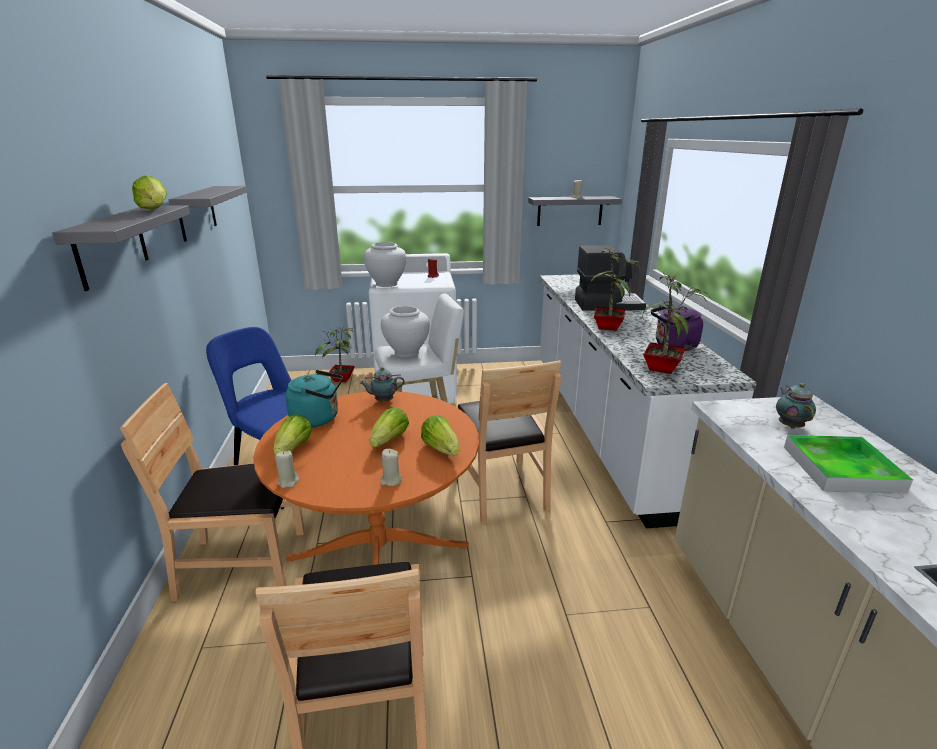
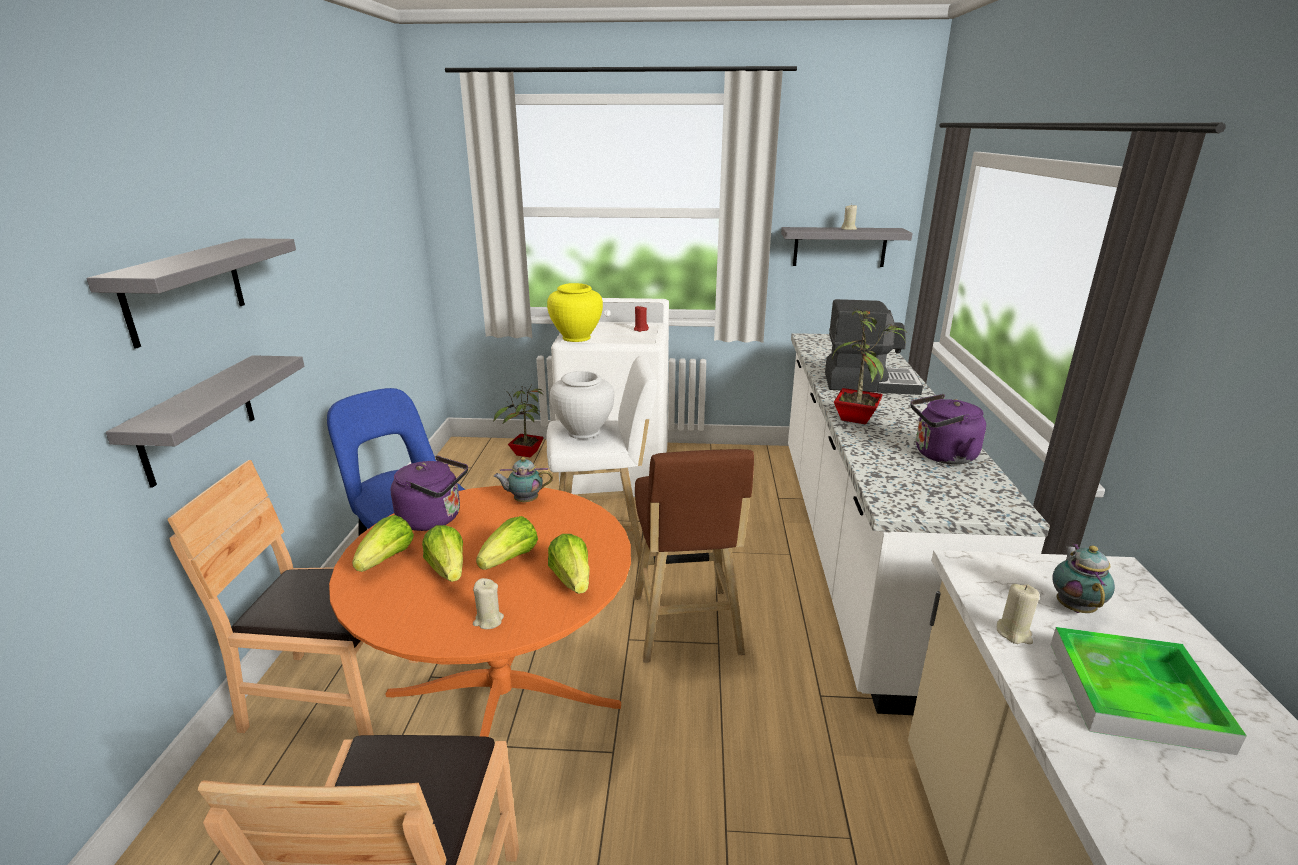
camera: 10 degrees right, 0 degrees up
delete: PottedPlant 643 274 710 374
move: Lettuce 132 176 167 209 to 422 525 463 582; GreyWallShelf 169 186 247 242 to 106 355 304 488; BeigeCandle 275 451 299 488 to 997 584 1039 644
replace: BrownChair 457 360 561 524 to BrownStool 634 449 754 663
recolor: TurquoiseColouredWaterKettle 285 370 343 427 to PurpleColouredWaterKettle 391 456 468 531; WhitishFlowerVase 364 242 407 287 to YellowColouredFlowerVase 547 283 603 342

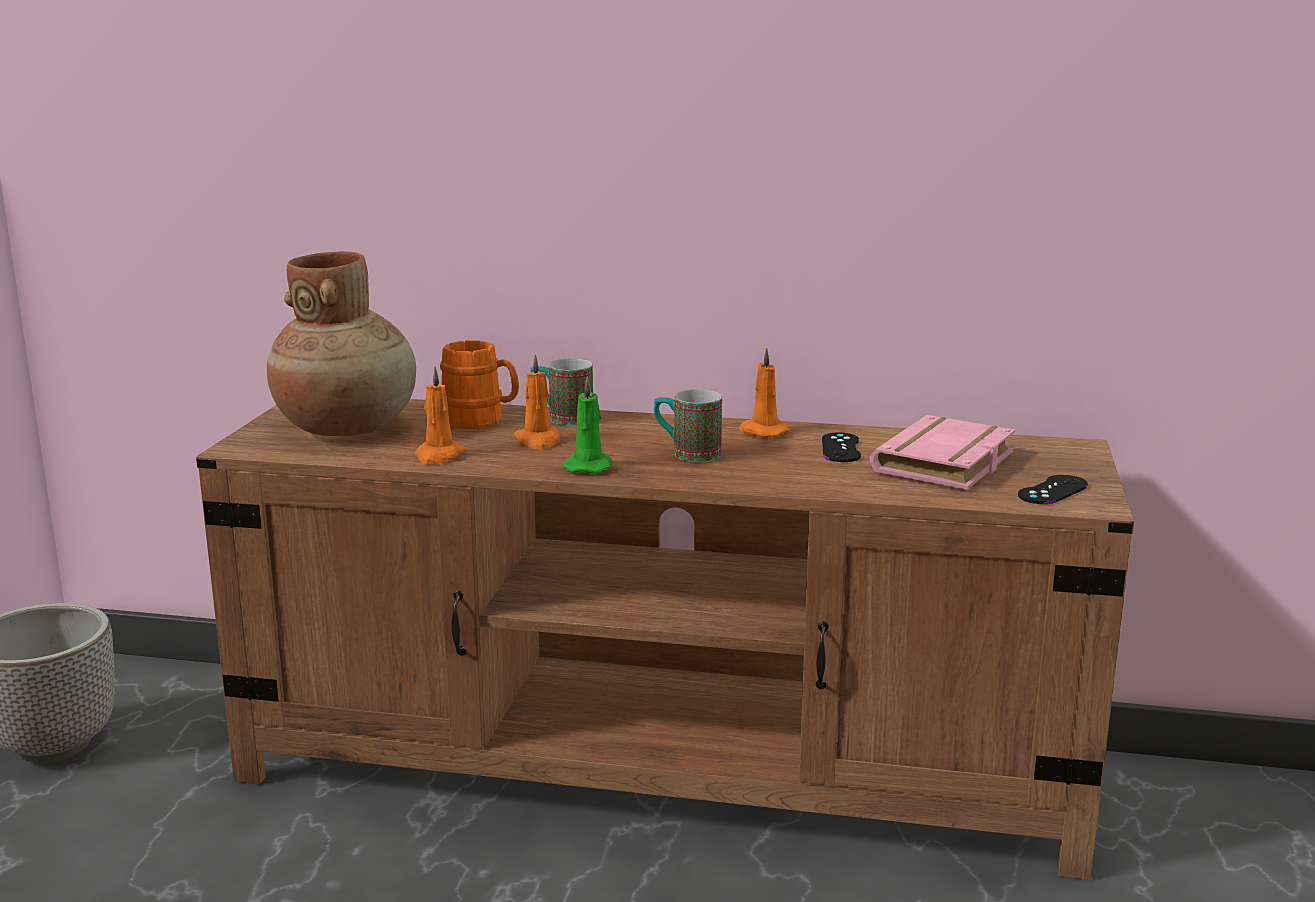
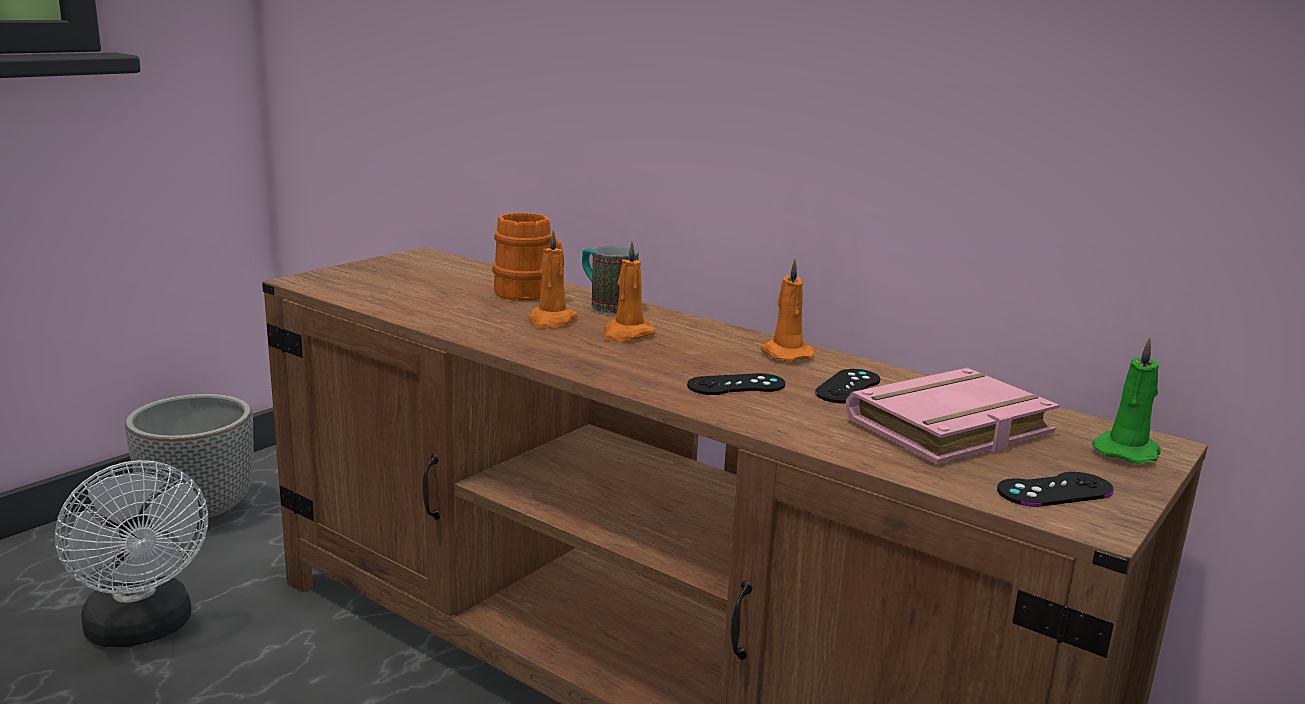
camera: 25 degrees right, 0 degrees up
delete: BrownFlowerVase 267 251 416 436; Mug 654 389 722 462
insert: WhitishElectricFan 55 460 208 647; BlackColouredGamepad 687 373 785 395
move: OrangeCandle 415 367 465 465 to 603 241 656 342; GreenishCandle 563 377 612 473 to 1092 338 1161 464

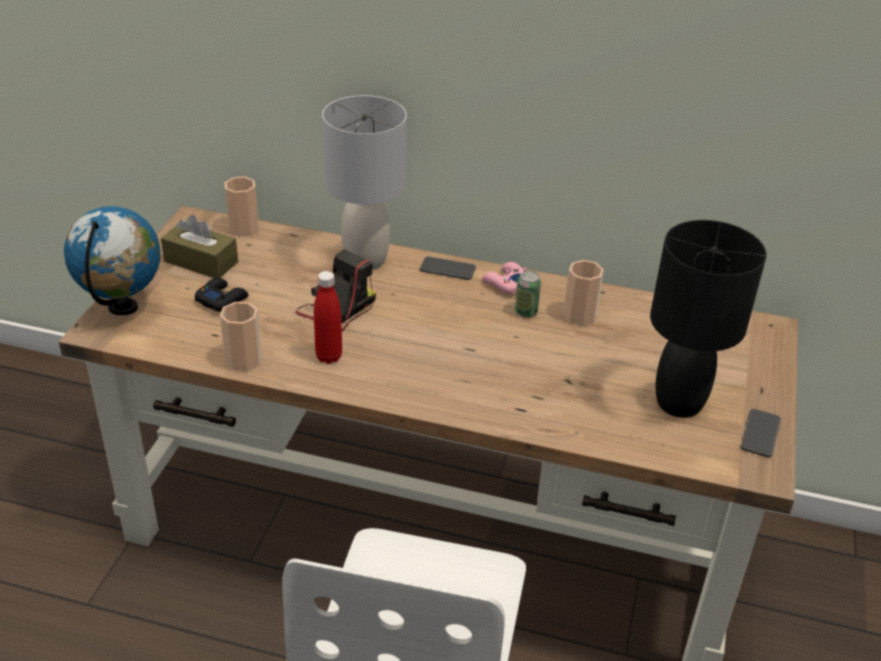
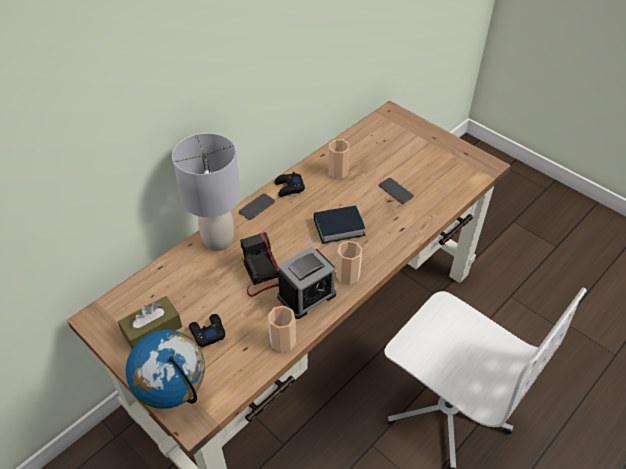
camera: 60 degrees left, 10 degrees up
delete: SealedCan 515 271 541 318; BlackColouredLampForATable 650 220 766 418
insert: BoundBook 314 205 366 243
move: Cup 225 177 259 237 to 336 241 362 285; Phone 741 409 781 457 to 379 178 414 203
replace: RedColouredDrinkBottle 314 271 342 364 to AlarmClock 277 246 336 319
recolor: PinkColouredGamepad 482 262 527 294 to BlackColouredGamepad 274 172 305 197

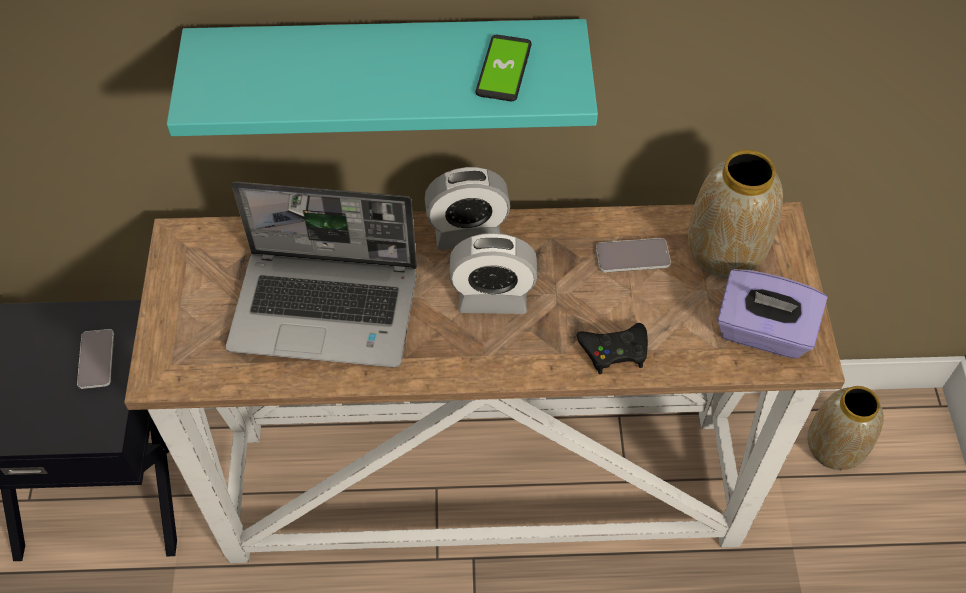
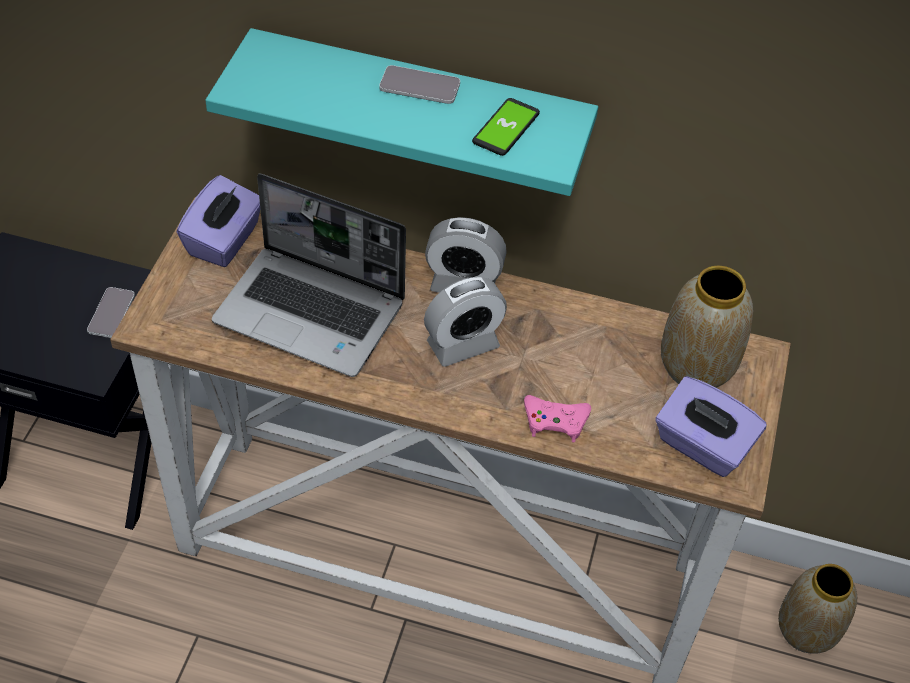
camera: 15 degrees right, 5 degrees down
insert: PurpleColouredTissueBox 177 175 260 267
move: Phone 596 238 671 272 to 379 65 460 104
recolor: BlackColouredGamepad 576 323 648 374 to PinkColouredGamepad 524 395 591 442
rotate: AlarmClock 449 233 537 314 = 424 277 507 367 45 degrees counterclockwise

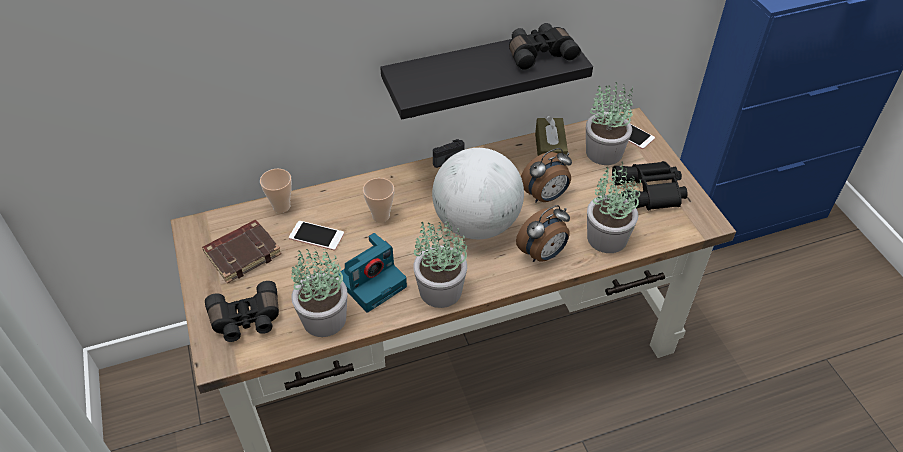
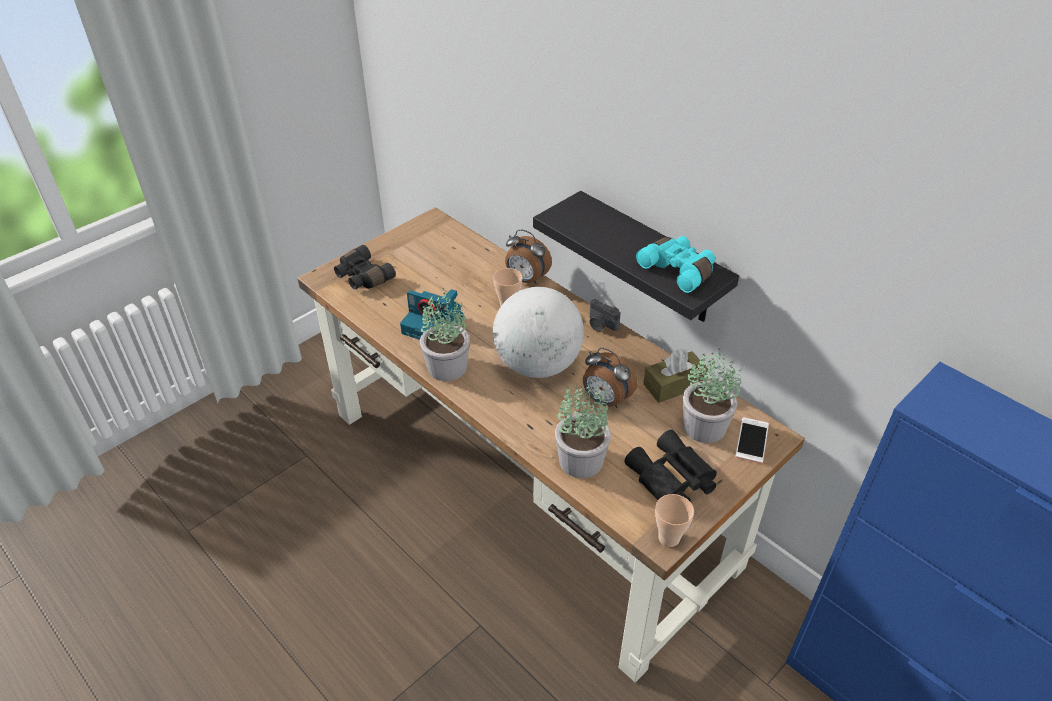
camera: 65 degrees right, 5 degrees down
delete: BrownBoundBook 202 220 281 283; Phone 289 221 344 251; PottedPlant 291 248 347 337
move: Cup 260 169 292 213 to 655 494 694 547; AlarmClock 516 205 570 262 to 505 229 552 284
recolor: BlackColouredPairOfBinoculars 509 23 581 71 to TurquoiseColouredPairOfBinoculars 636 236 715 293

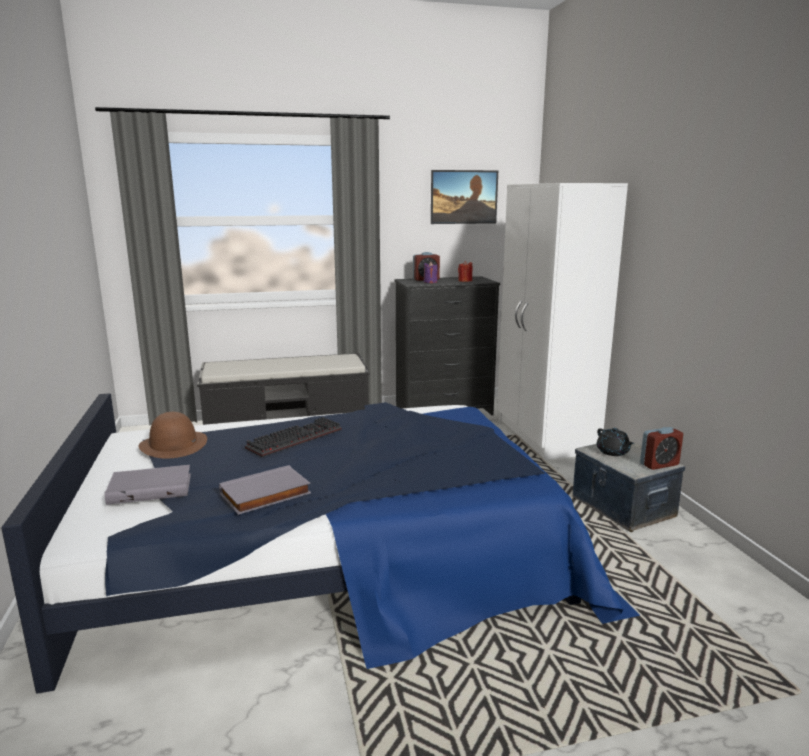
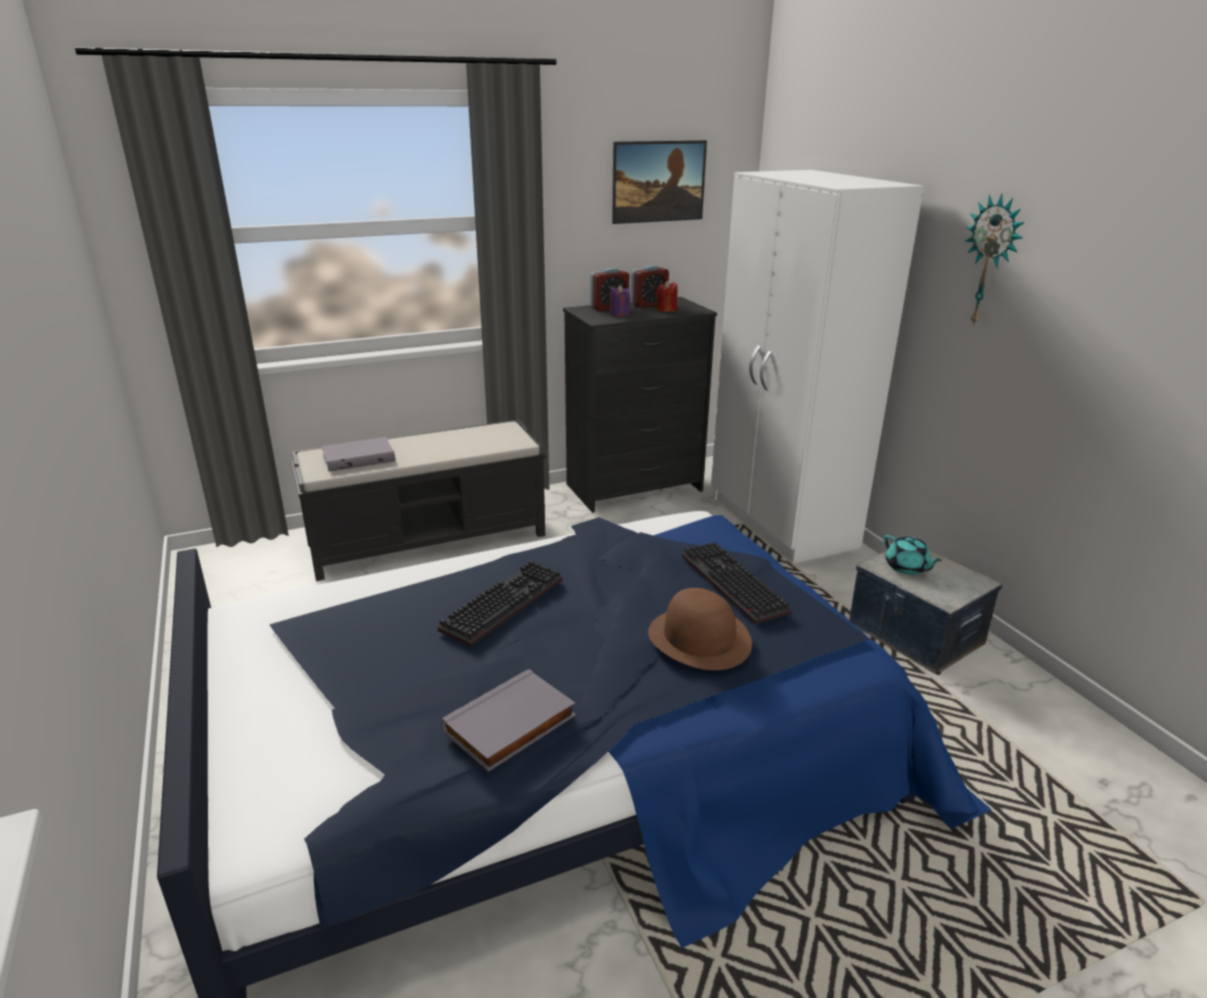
camera: 10 degrees left, 10 degrees up
insert: Keyboard 682 542 791 624; ClockOnTheWall 965 194 1025 327
move: GreyBoundBook 104 465 191 505 to 321 437 395 472; BrownClothingHat 139 412 207 459 to 648 588 752 670; AlarmClock 640 427 683 470 to 631 265 669 308
recolor: BlackColouredTeaPot 597 428 634 456 to TurquoiseColouredTeaPot 883 535 942 575

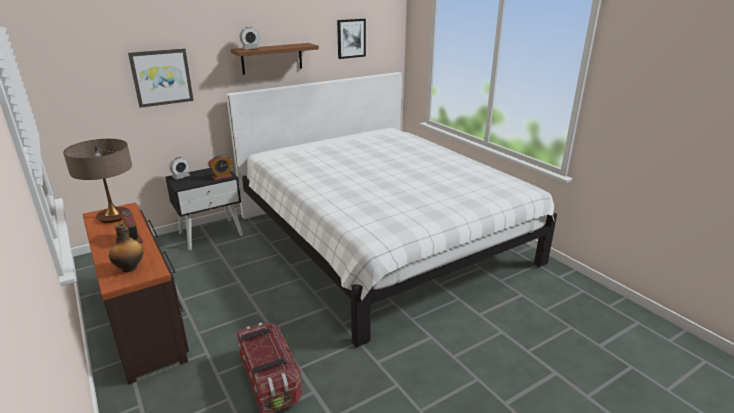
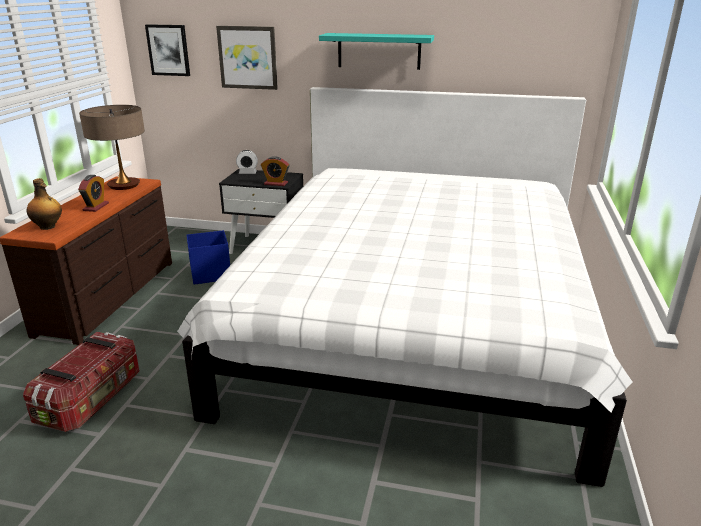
camera: 45 degrees right, 0 degrees up
delete: AlarmClock 240 27 259 49
insert: BluishStorageBin 187 230 230 285
move: WallArt 337 19 366 59 to 145 24 190 76
recolor: BrownWallShelf 231 43 319 75 to TurquoiseColouredWallShelf 319 33 434 70

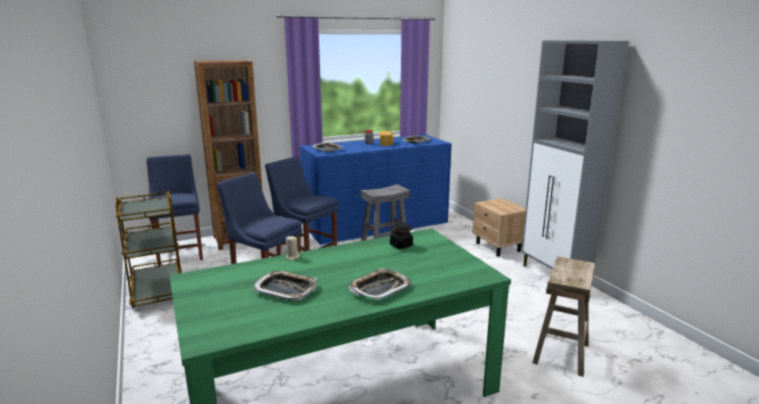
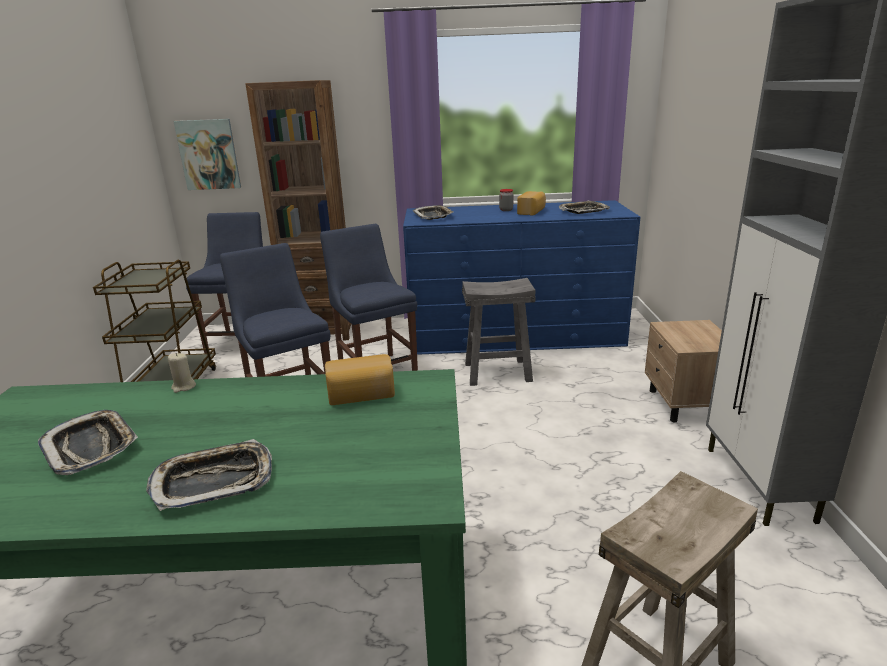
camera: 25 degrees right, 5 degrees up
insert: WallArt 173 119 241 190
replace: BlackColouredPreserveJar 390 222 413 249 to Bread 325 354 395 405

